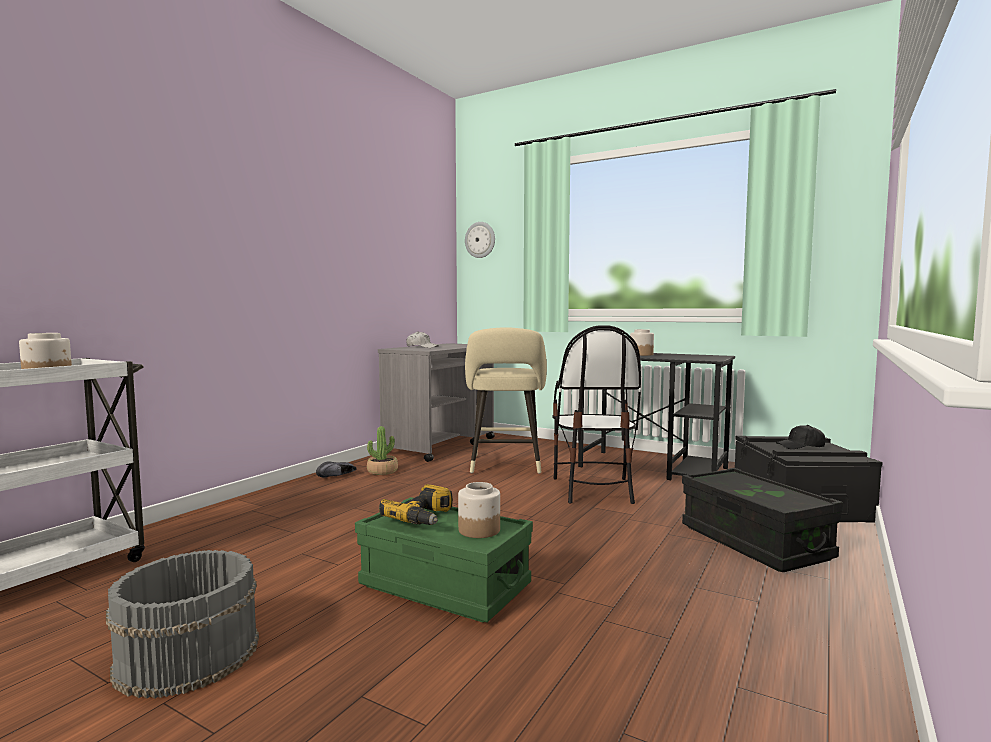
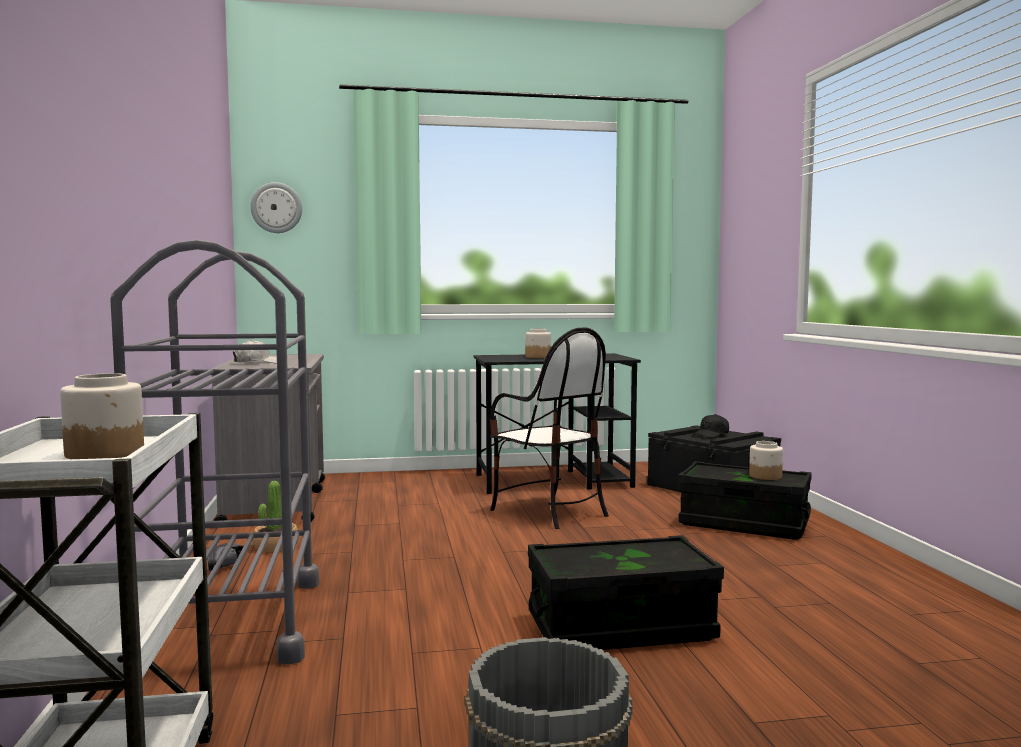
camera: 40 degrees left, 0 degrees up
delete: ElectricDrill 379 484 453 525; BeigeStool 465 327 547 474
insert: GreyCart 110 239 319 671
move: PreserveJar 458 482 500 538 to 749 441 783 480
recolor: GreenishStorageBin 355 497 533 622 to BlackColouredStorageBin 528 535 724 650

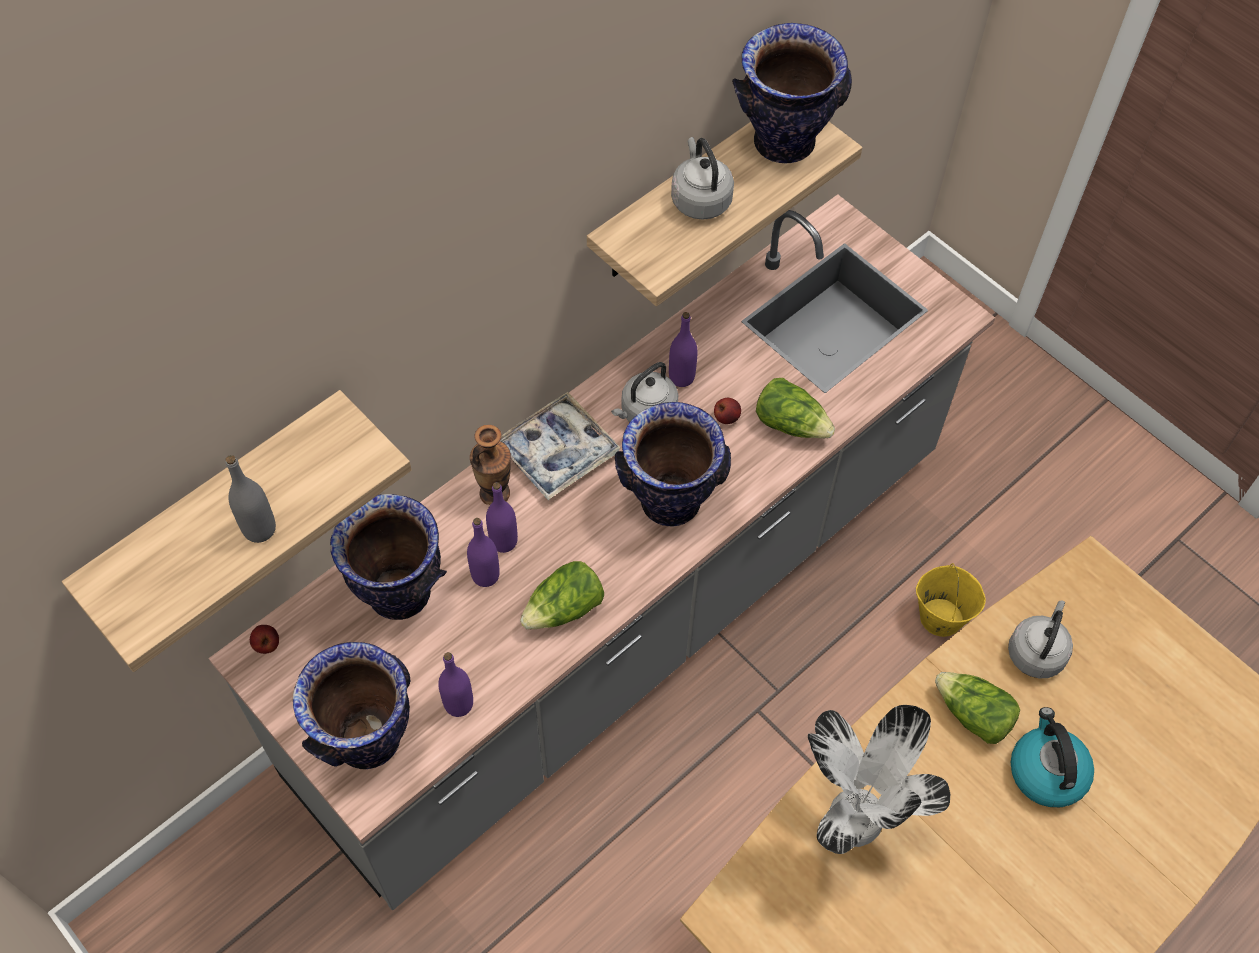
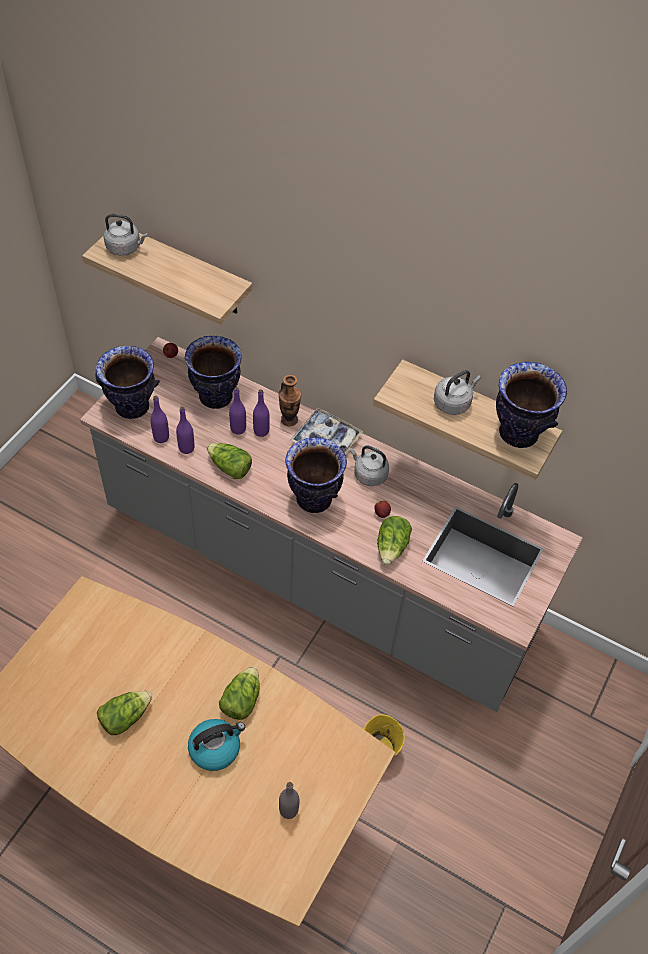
camera: 70 degrees right, 5 degrees down
delete: PottedPlant 808 705 950 854
insert: Lettuce 97 691 152 735
move: GreyDrinkBottle 226 455 276 543 to 279 782 299 819; PurpleColouredDrinkBottle 669 312 697 387 to 176 407 194 454; GreyWaterKettle 1008 600 1073 679 to 104 214 147 256

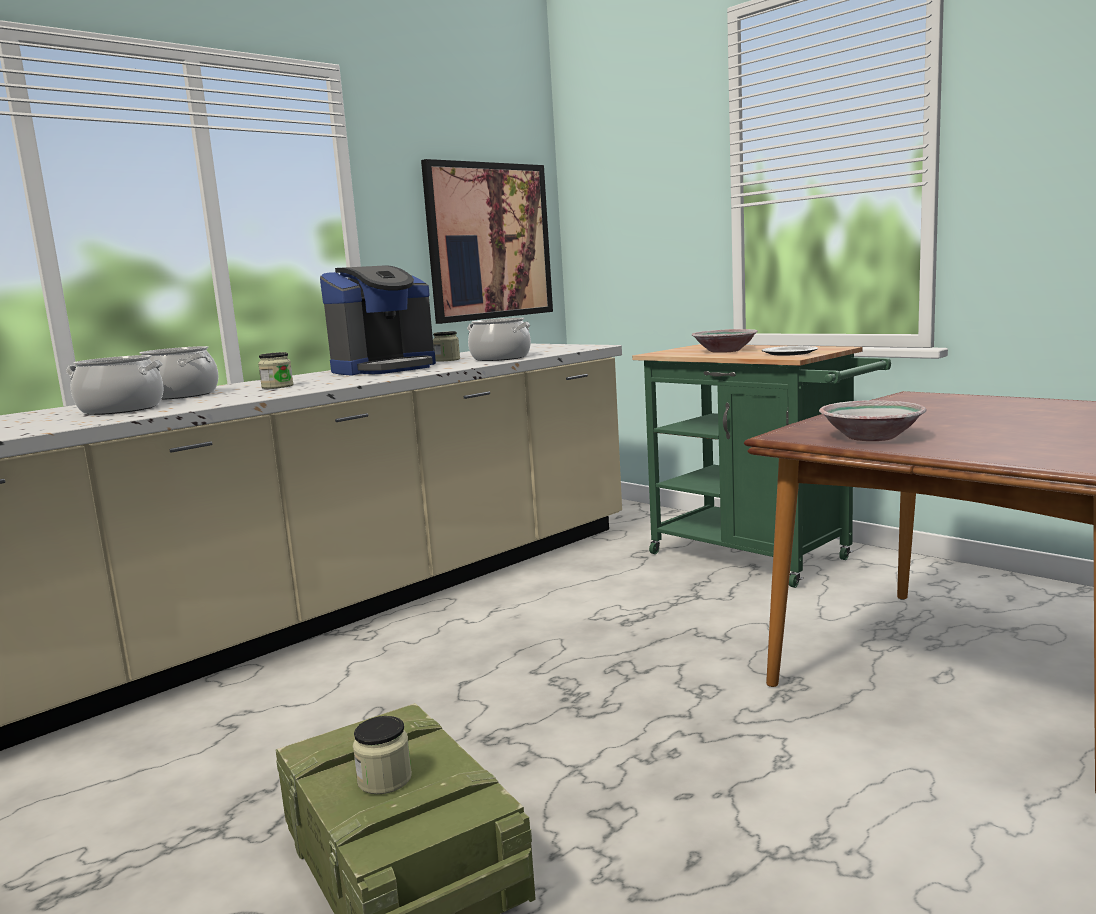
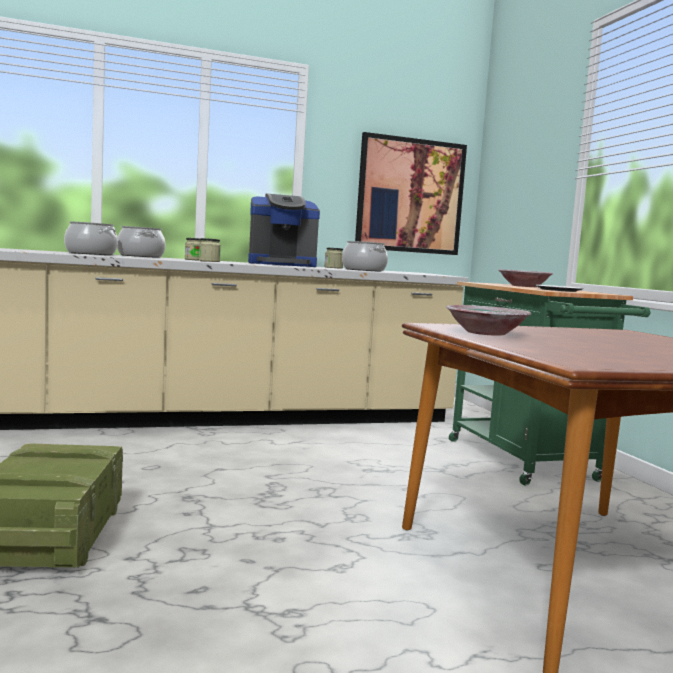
camera: 25 degrees right, 5 degrees down
move: PreserveJar 353 716 412 794 to 199 238 221 262

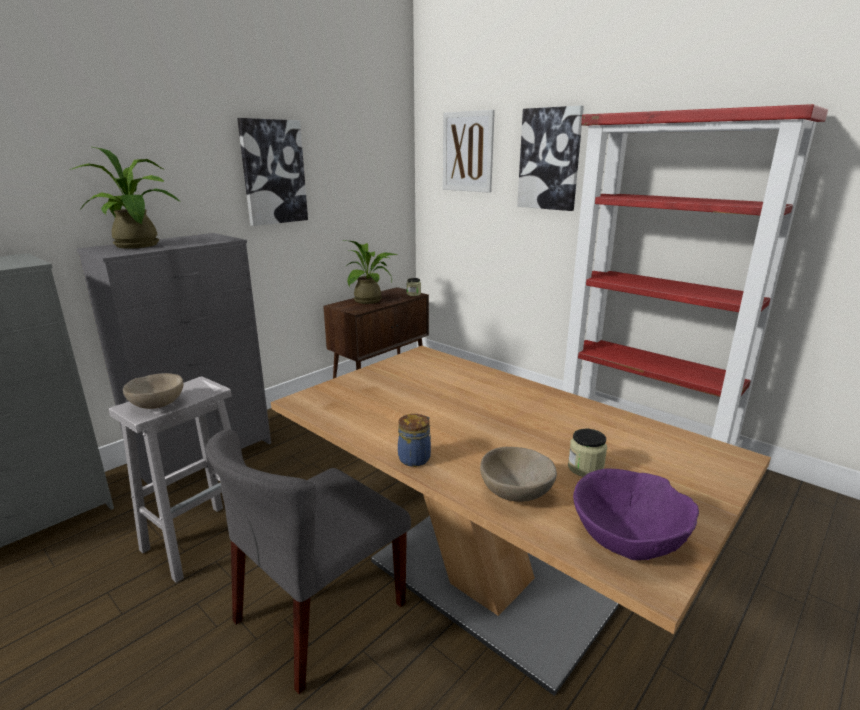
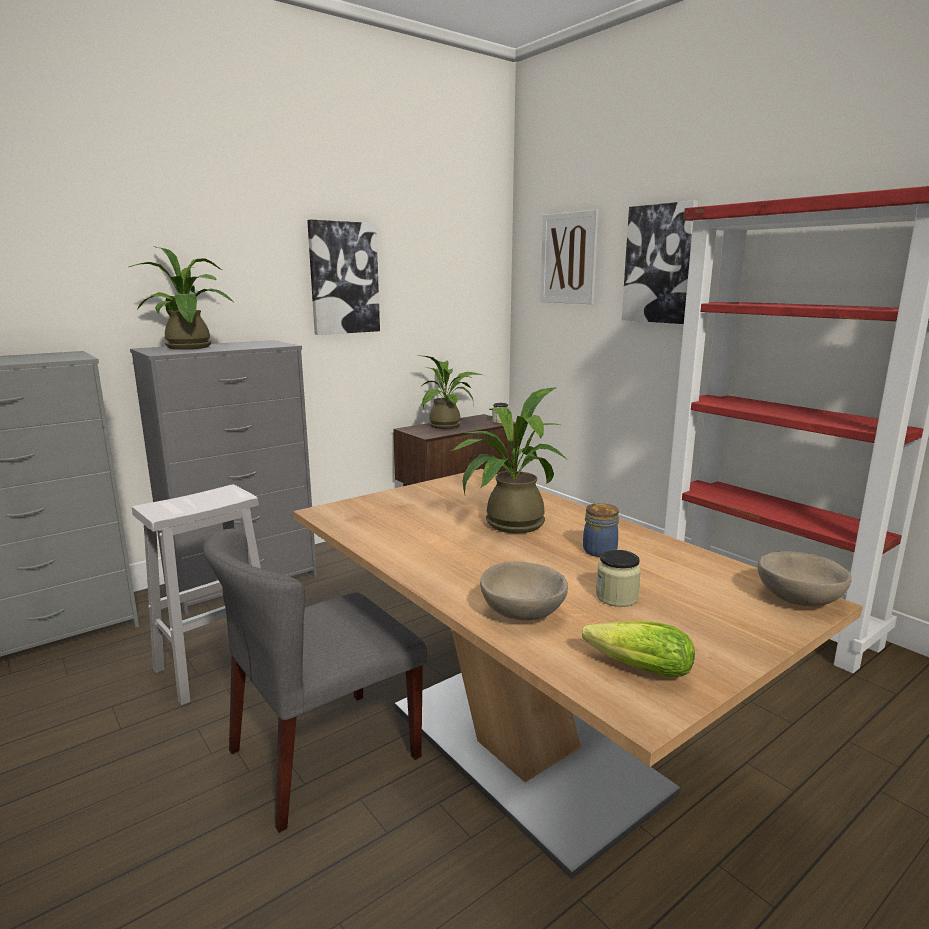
camera: 10 degrees right, 5 degrees down
insert: PottedPlant 451 388 567 533
move: BeigeDeepDish 123 373 183 409 to 758 551 852 606; PreserveJar 398 414 431 467 to 583 503 619 557
replace: PurpleColouredDeepDish 573 468 699 560 to Lettuce 582 621 695 677

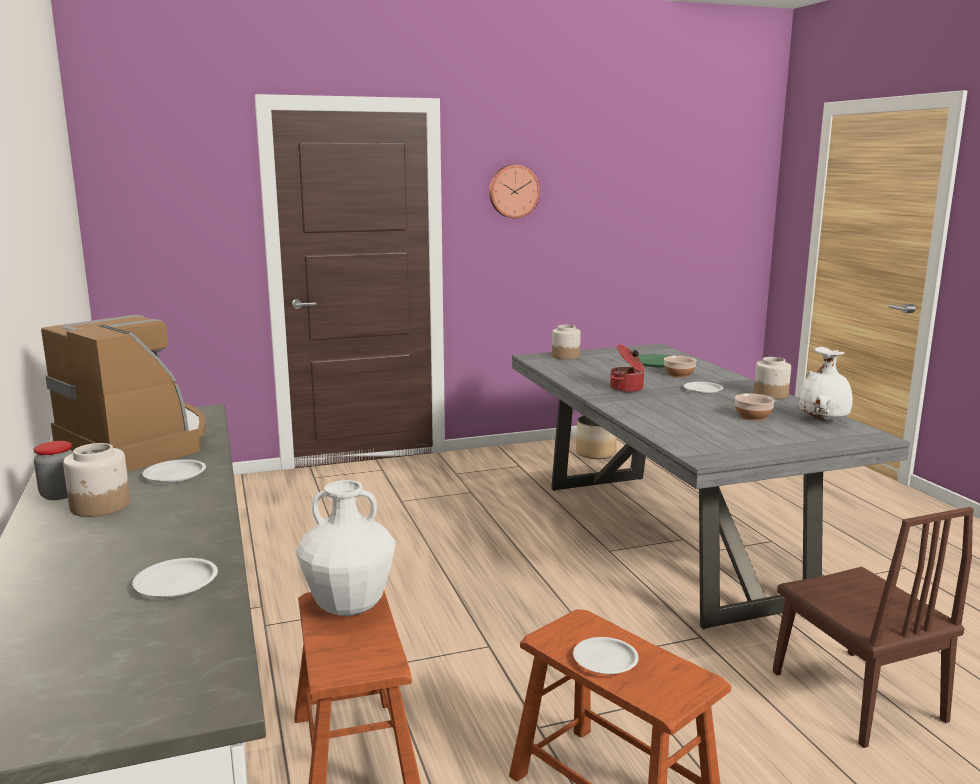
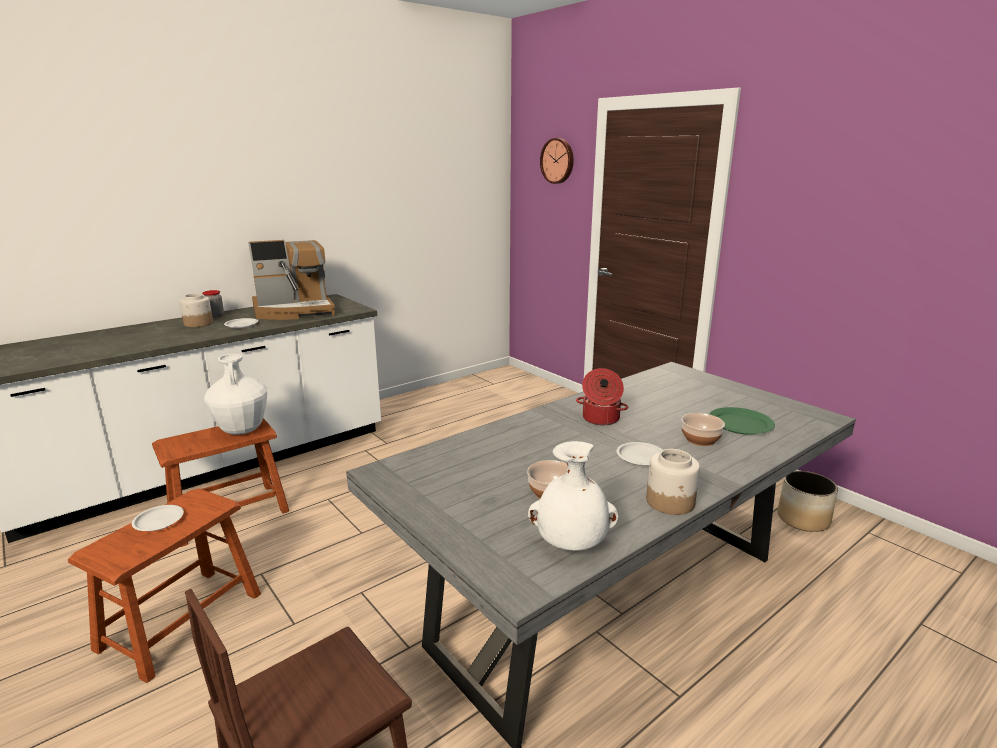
camera: 70 degrees right, 5 degrees up
delete: WhitishDinnerPlate 132 558 218 598; PreserveJar 552 325 581 360
move: ClockOnTheWall 489 165 540 218 to 540 138 574 184
rotate: CoffeeBrewer 41 315 206 472 = 249 240 335 320 45 degrees clockwise

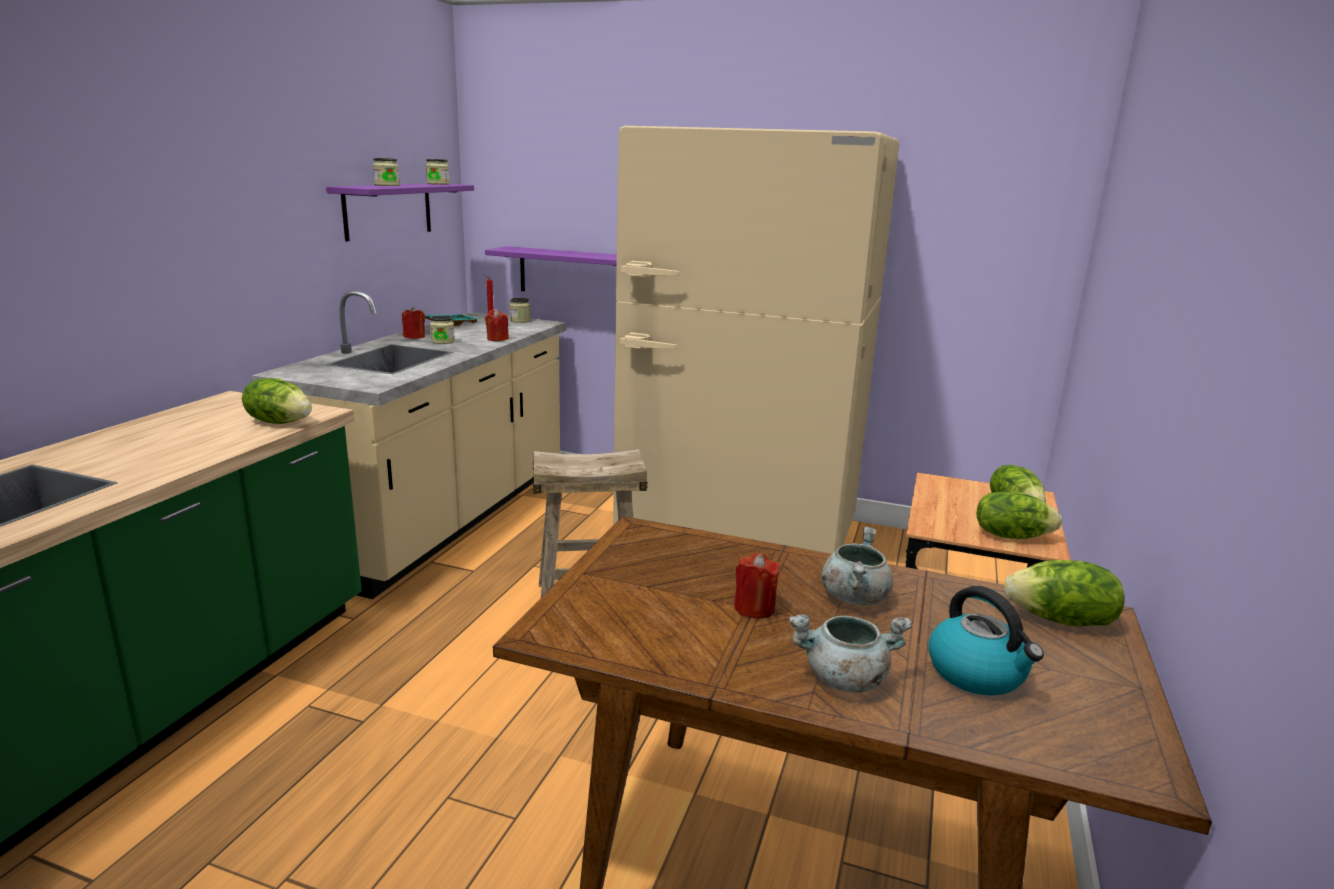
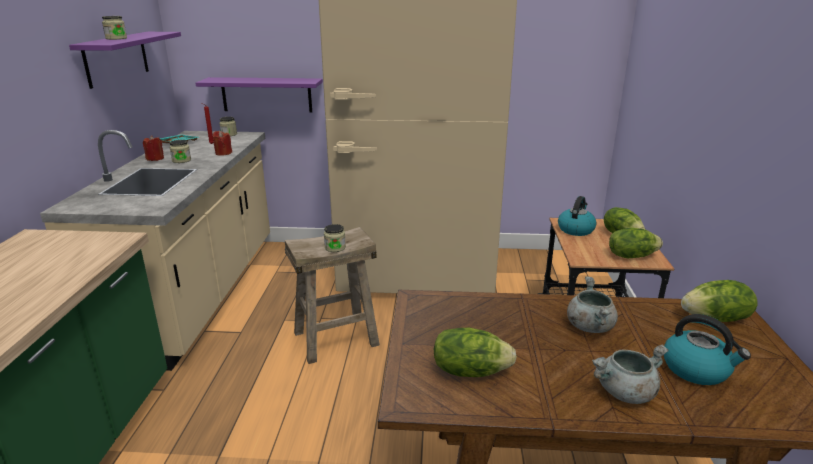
camera: 15 degrees left, 5 degrees up
delete: RedColouredCandle 734 553 780 619
insert: WaterKettle 558 196 596 236
move: Lettuce 242 378 312 424 to 434 327 517 377; PreserveJar 426 159 450 185 to 324 224 346 252

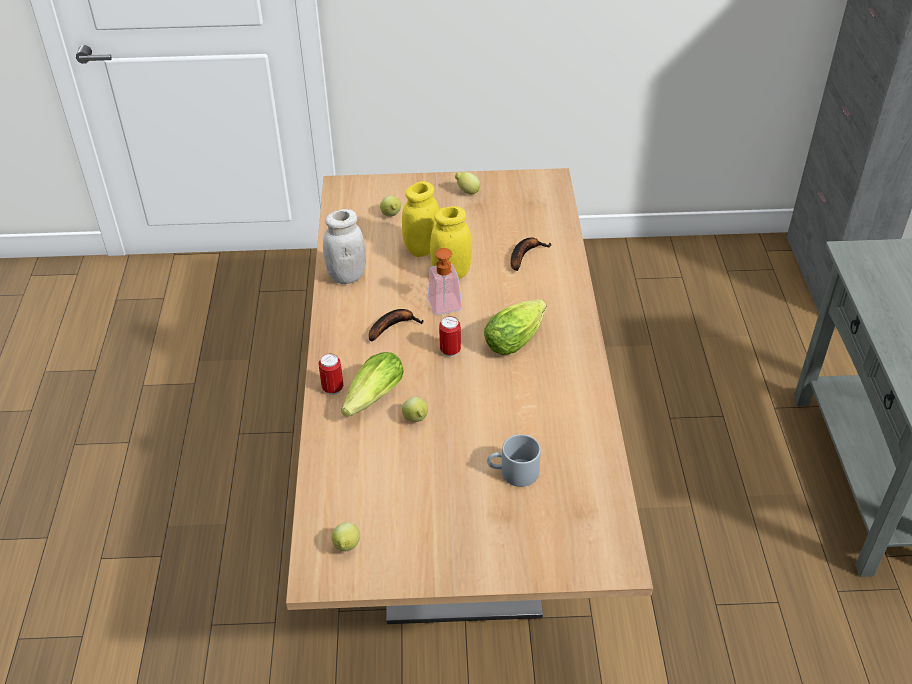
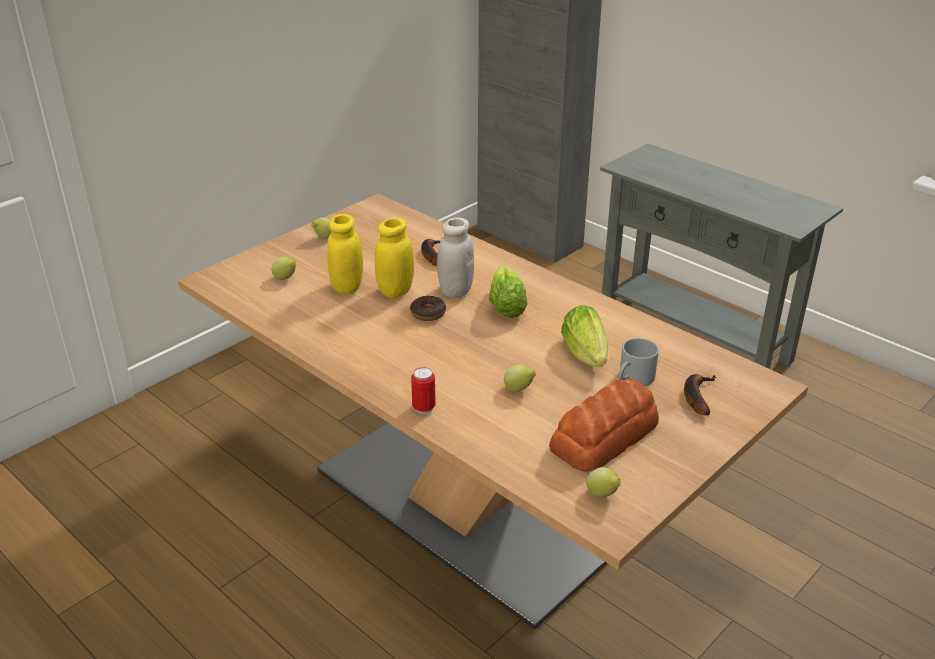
camera: 45 degrees left, 10 degrees down
delete: SealedCan 439 316 461 357
insert: Bread 549 378 659 472
move: WhitishPreserveJar 323 209 366 284 to 437 218 474 298; Lettuce 341 352 404 417 to 561 305 608 367; WholeBanana 368 309 424 342 to 684 374 717 415
replace: SoapDispenser 428 248 462 315 to Donut 410 296 446 321

